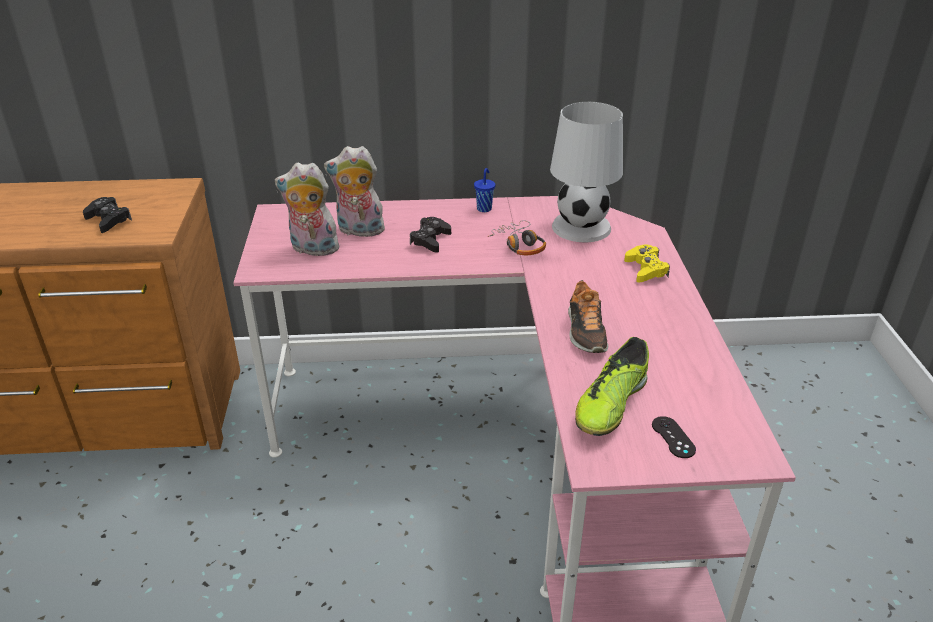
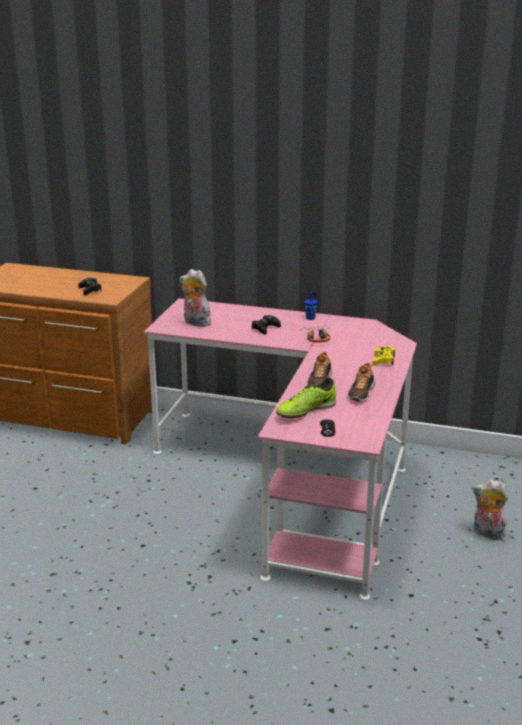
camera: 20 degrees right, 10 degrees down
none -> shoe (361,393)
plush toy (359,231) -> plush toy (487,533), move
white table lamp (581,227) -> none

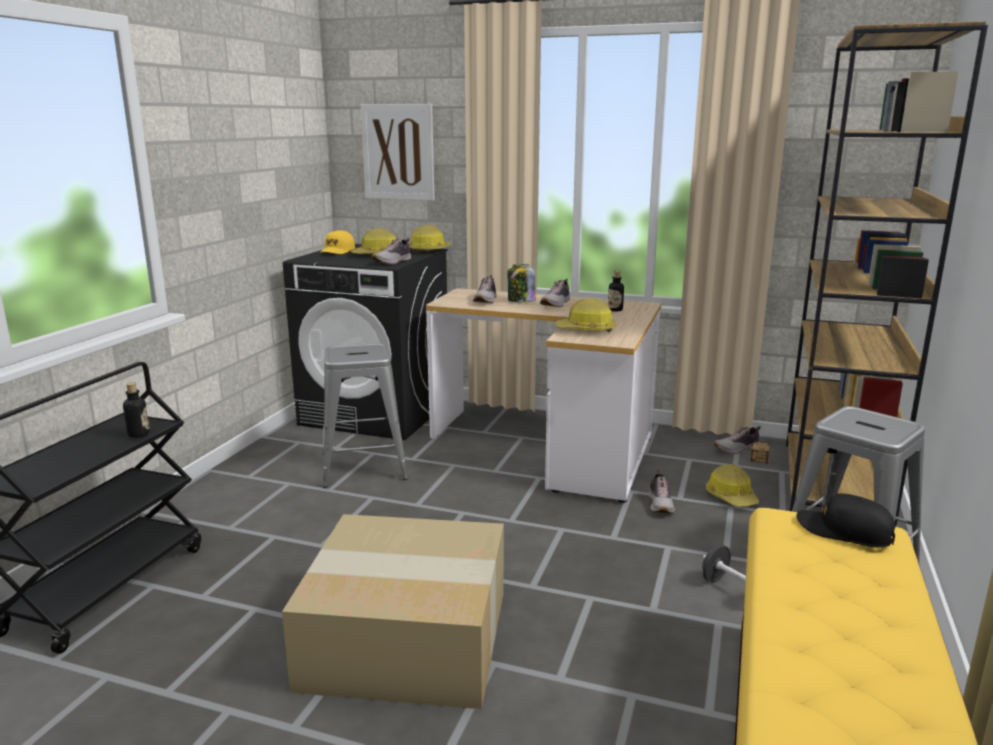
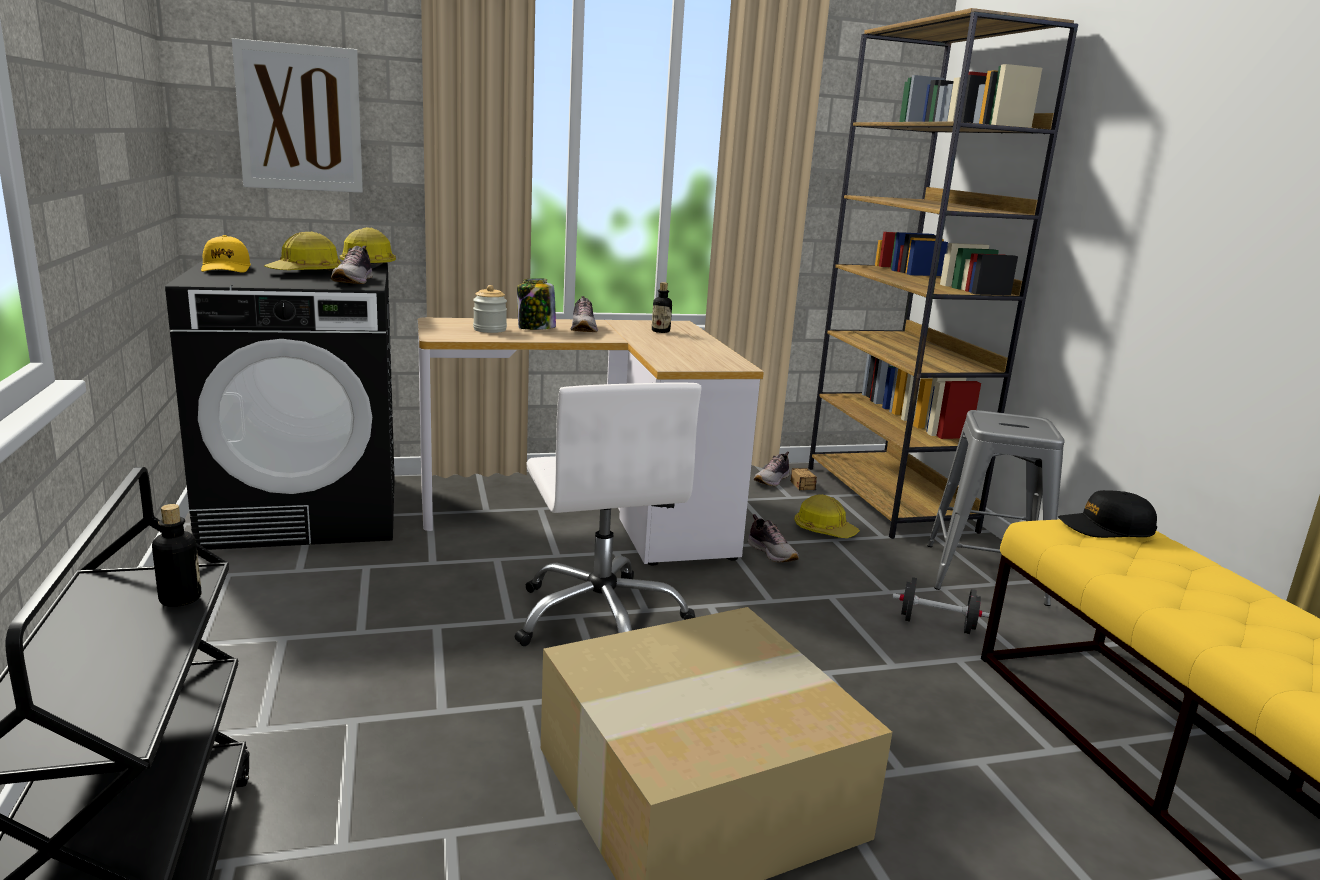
camera: 35 degrees left, 0 degrees up
shoe (486,300) -> jar (490,330)
none -> white office chair (601,618)
grey stool (363,466) -> none
hard hat (586,330) -> none

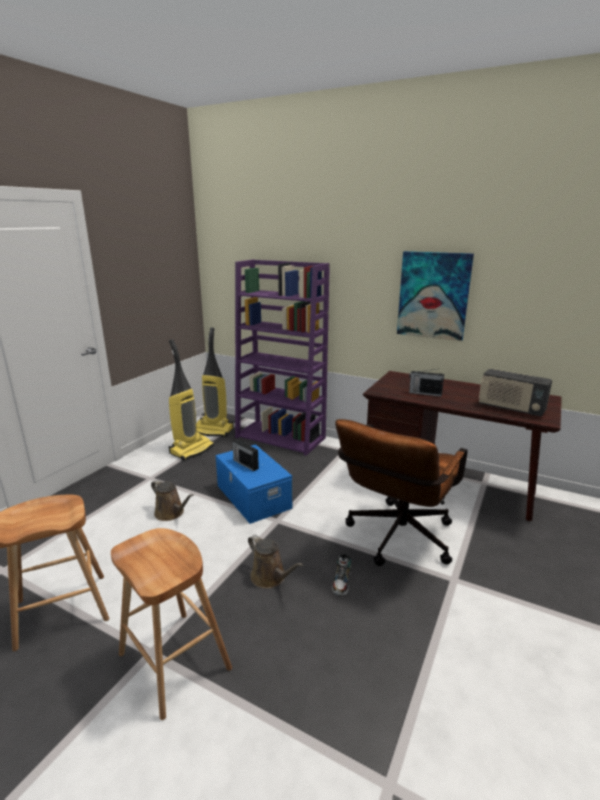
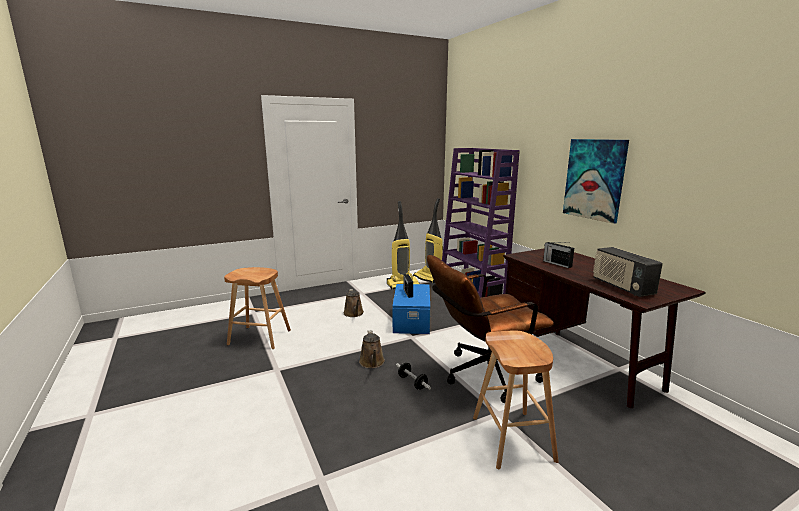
camera: 35 degrees right, 5 degrees down
shoe (342,583) -> dumbbell (412,382)
brown stool (174,661) -> brown stool (512,438), move

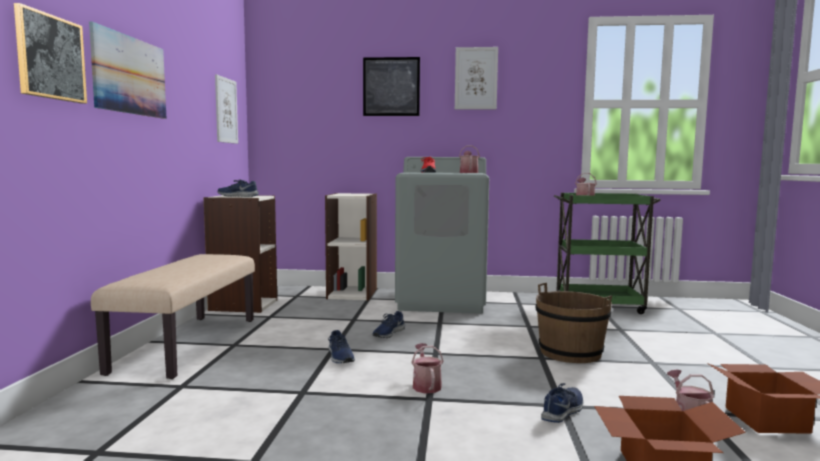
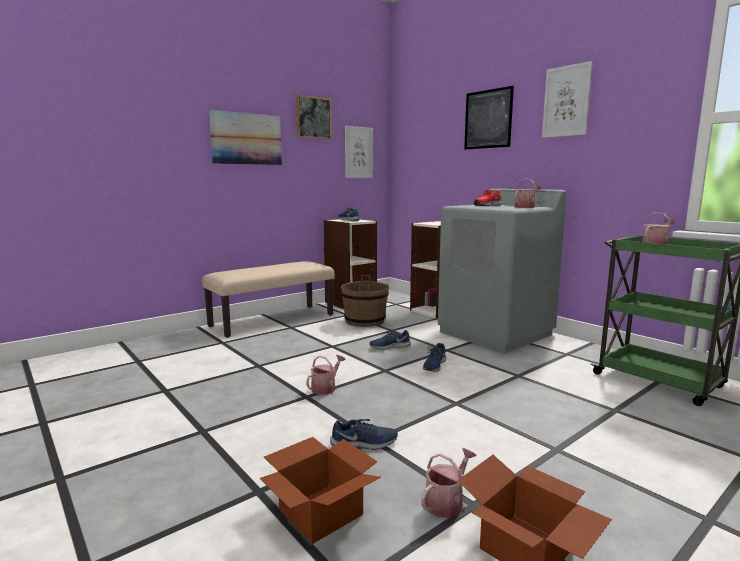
camera: 45 degrees right, 5 degrees up
picture (50,57) -> picture (313,118), move
brown bucket (570,352) -> brown bucket (365,321), move
blue shoe (340,357) -> blue shoe (434,365), move

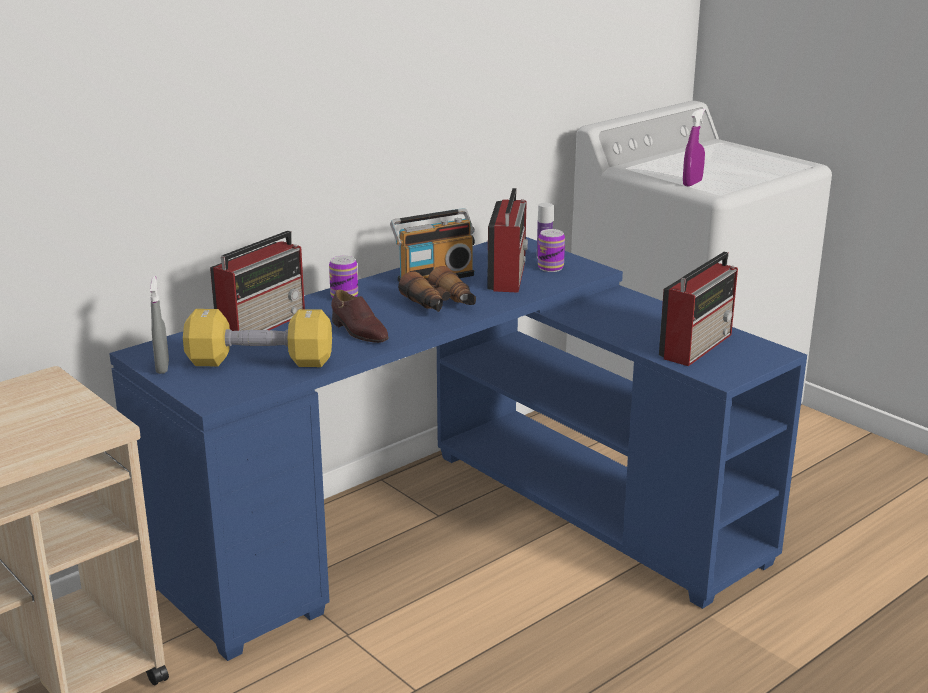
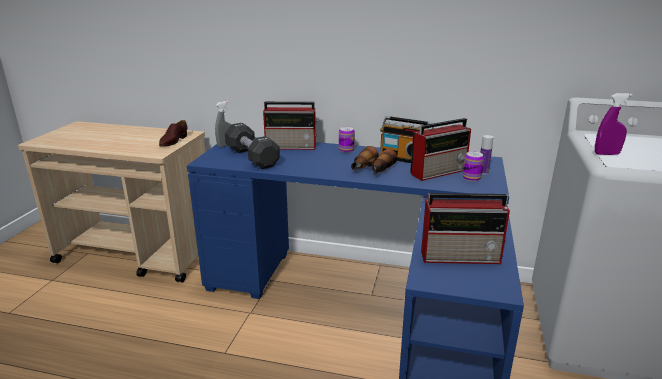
camera: 55 degrees right, 0 degrees up
brown shoe (359,332) -> brown shoe (173,141), move
yellow dumbbell (260,362) -> black dumbbell (252,157)

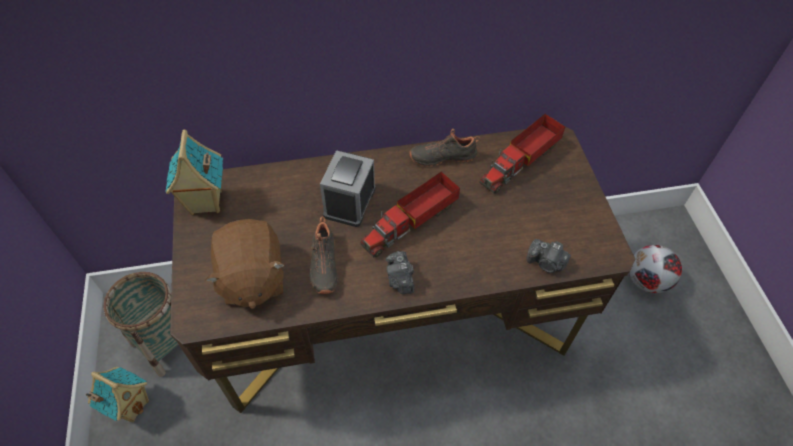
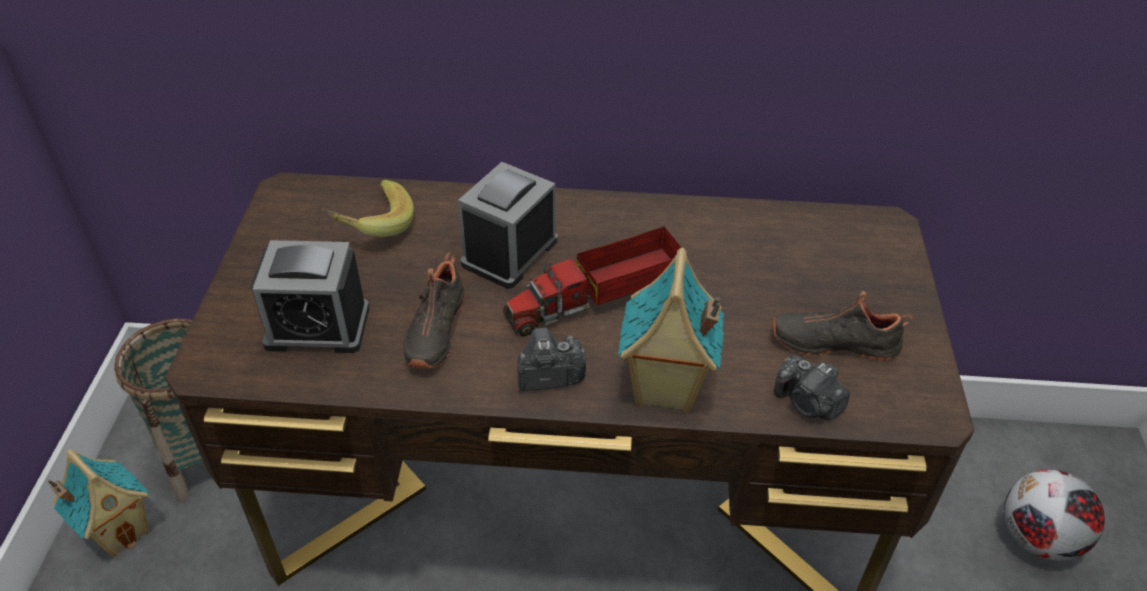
camera: 15 degrees right, 10 degrees down
brown plush toy (252,278) -> alarm clock (317,326)
none -> banana (370,225)
photo camera (400,279) -> photo camera (548,376), 75 degrees clockwise
toy house (205,203) -> toy house (664,390), move
black shoe (442,156) -> black shoe (833,341), move
toy truck (521,161) -> none

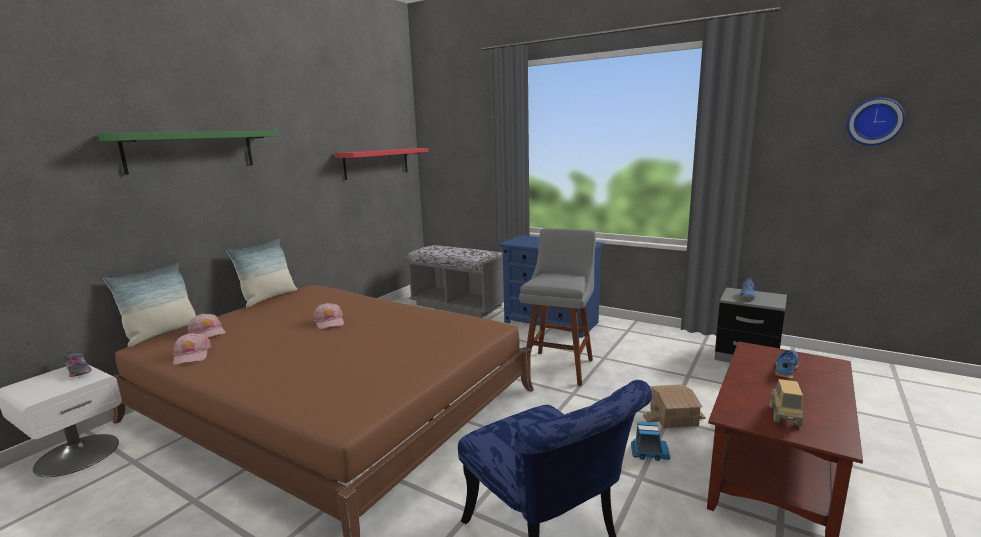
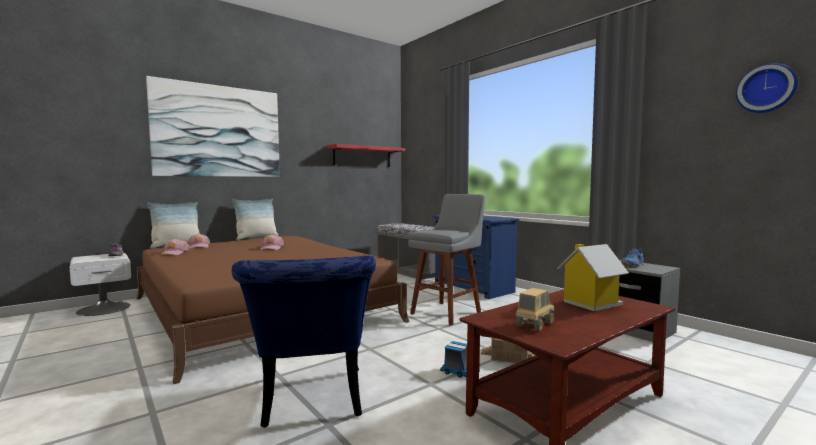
camera: 20 degrees right, 10 degrees down
green shelf (191,151) -> picture (218,131)
blue shoe (785,369) -> toy house (590,303)

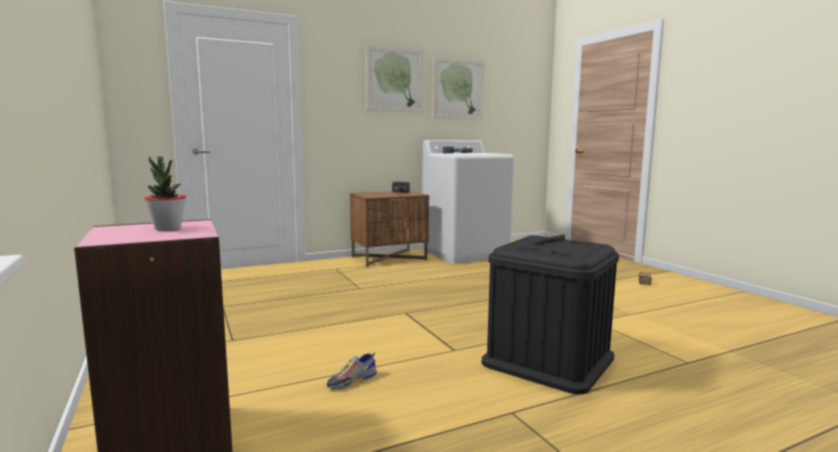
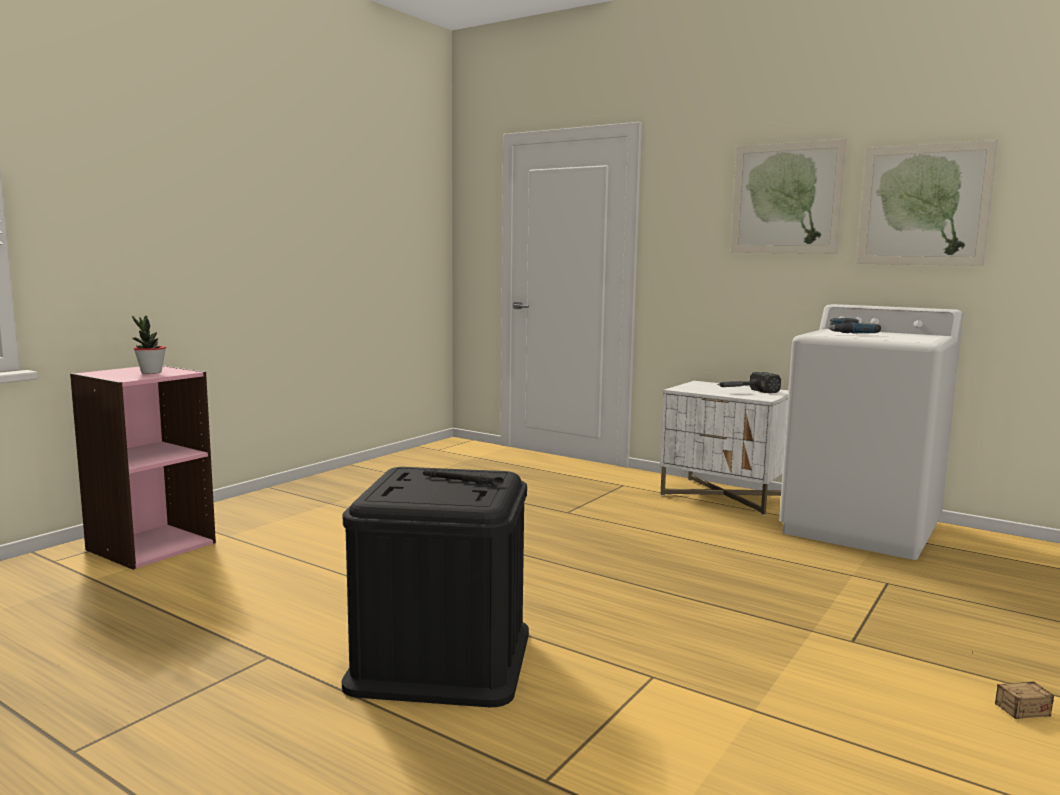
camera: 60 degrees right, 0 degrees up
brown nightstand (389,258) -> white nightstand (725,496)
shoe (352,381) -> none

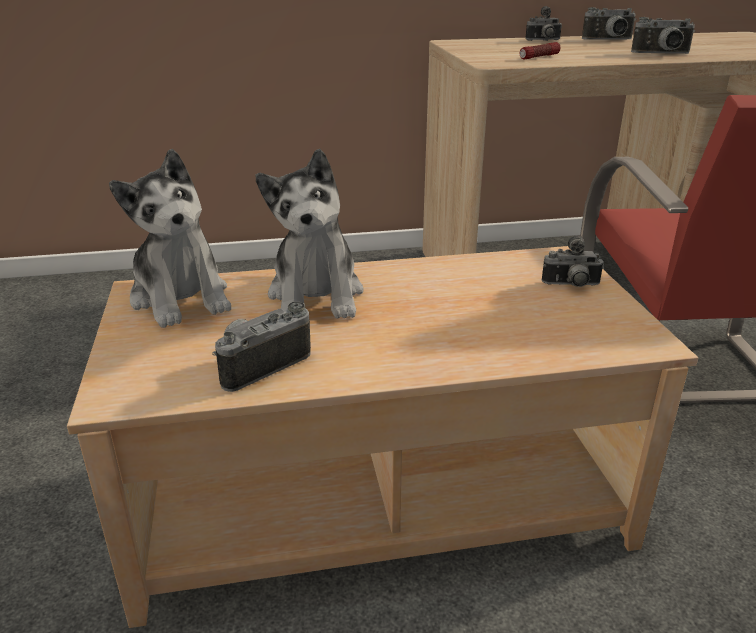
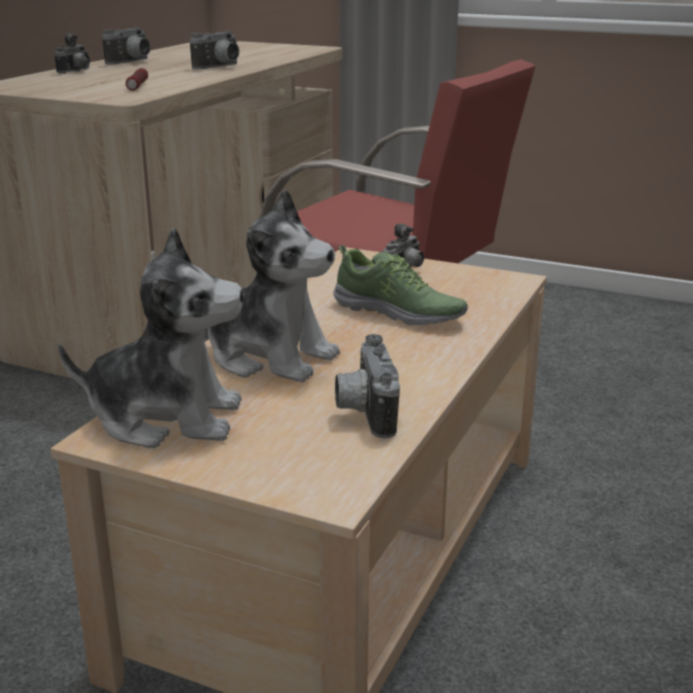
camera: 55 degrees left, 5 degrees down
none -> shoe (399,313)

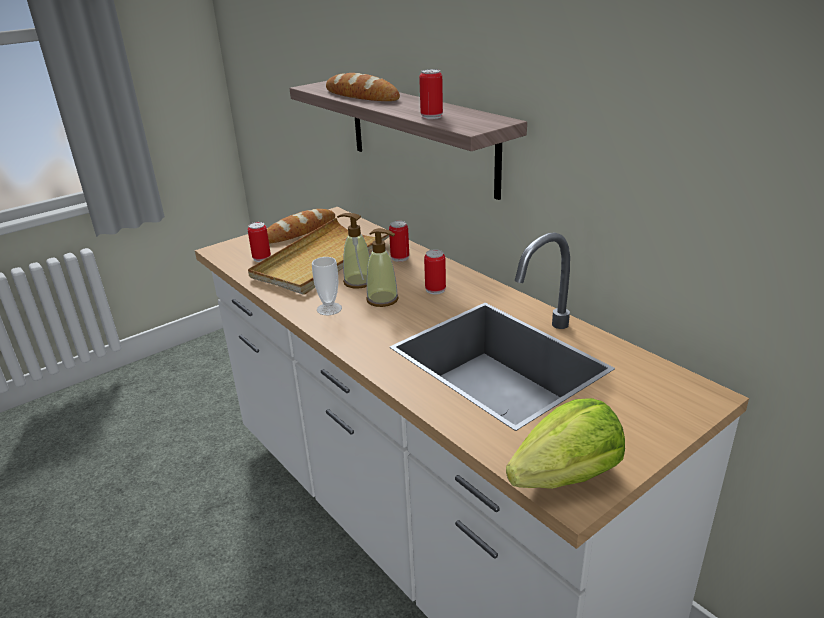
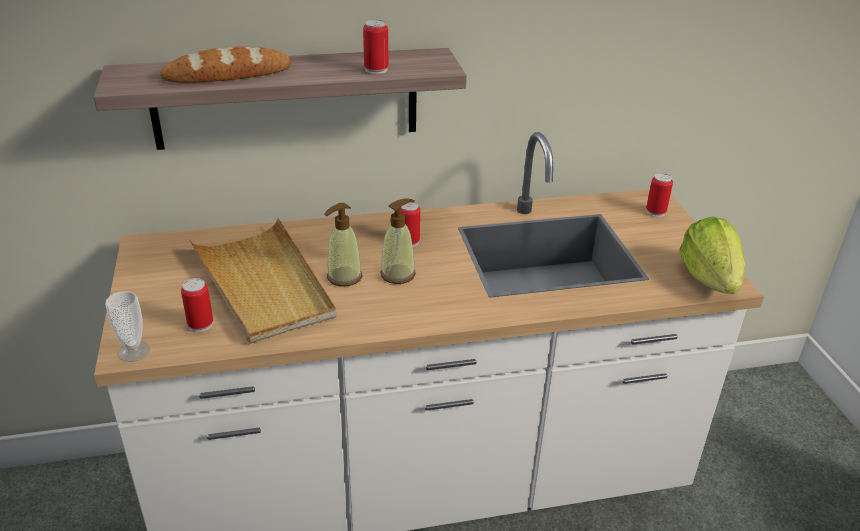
camera: 65 degrees left, 5 degrees up
cup (329,309) -> cup (134,351), move
can (400,257) -> can (655,212), move
bread (299,231) -> none

